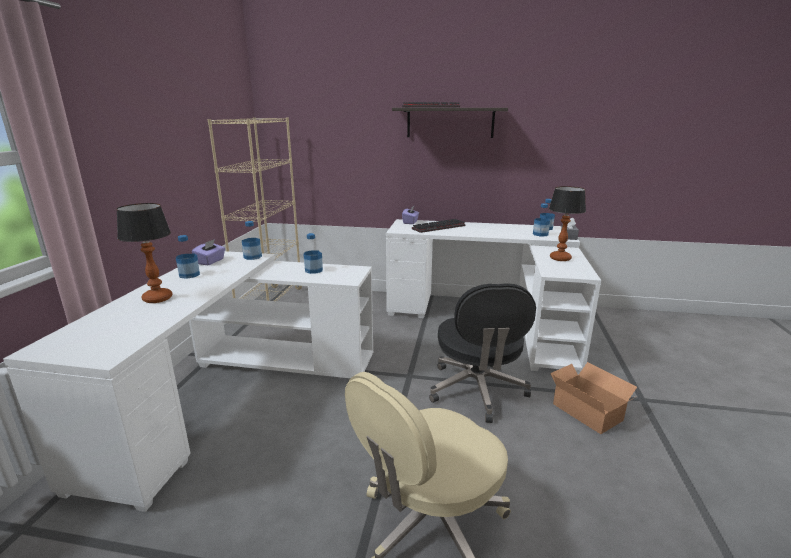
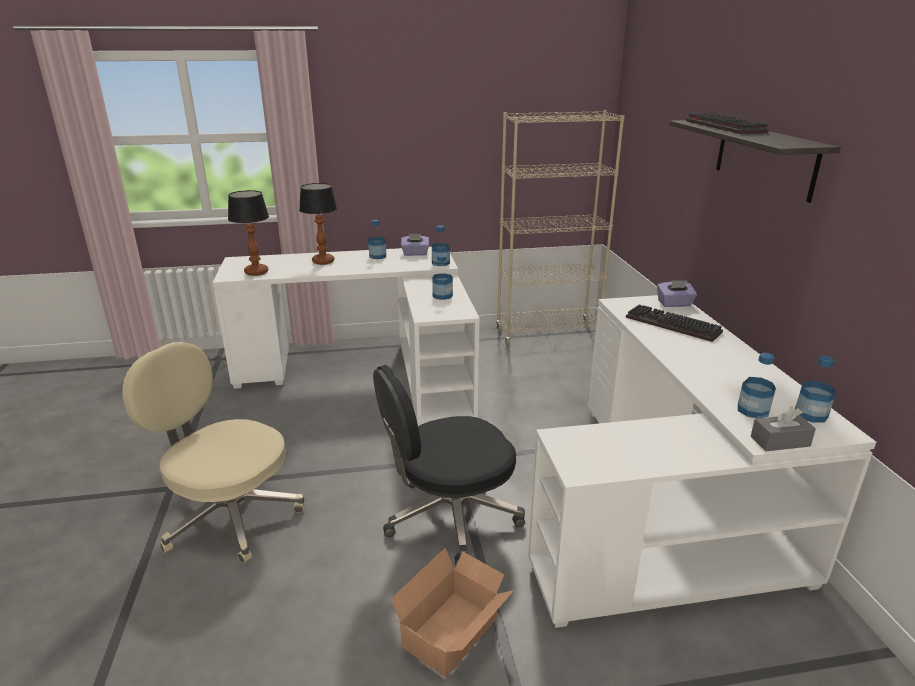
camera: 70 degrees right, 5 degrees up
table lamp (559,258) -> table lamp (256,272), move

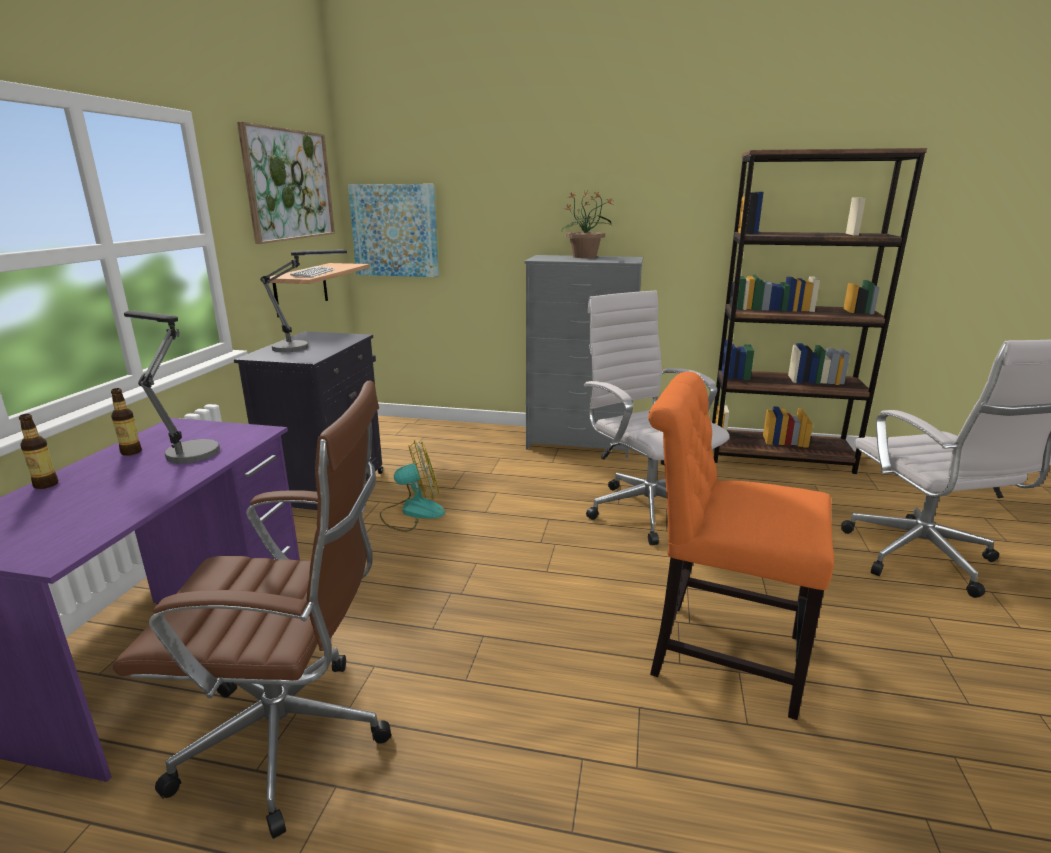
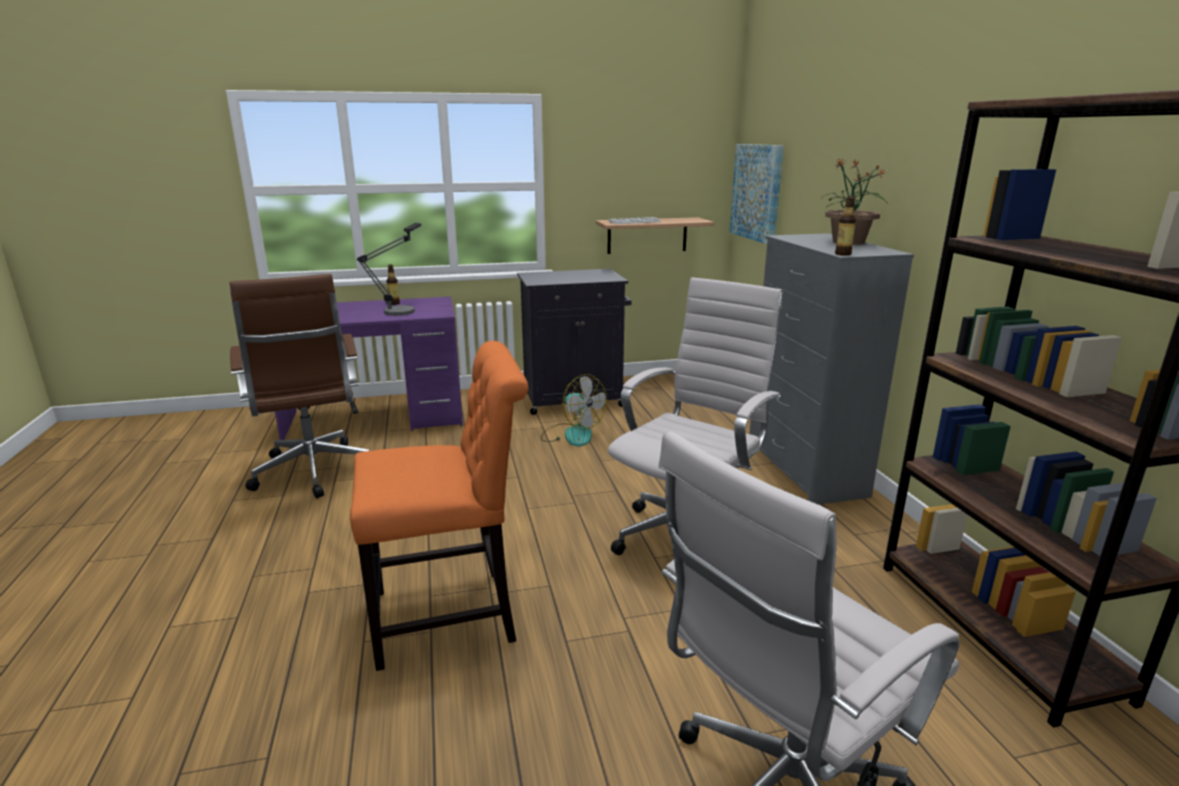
camera: 65 degrees right, 0 degrees up
orange chair (717,653) -> orange chair (452,615), 75 degrees clockwise
bottle (46,484) -> bottle (843,254), move
picture (289,185) -> none
table lamp (302,347) -> none

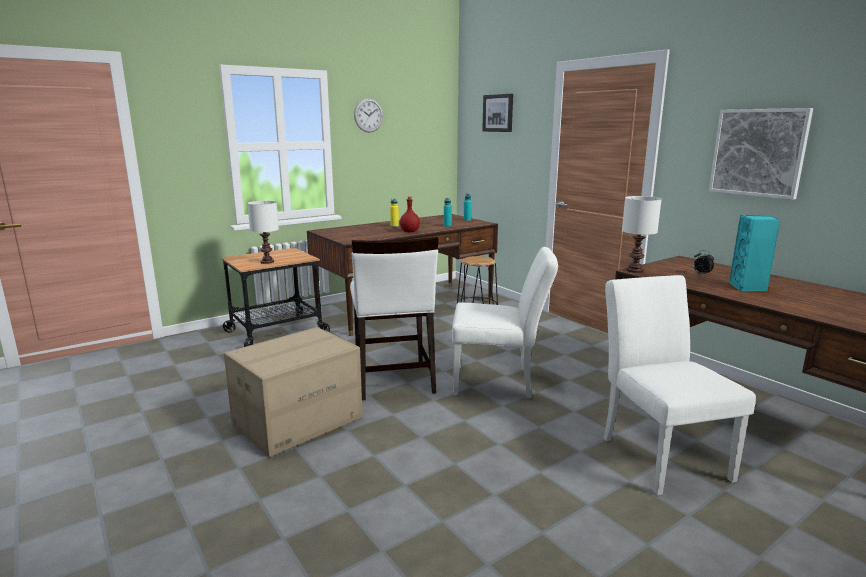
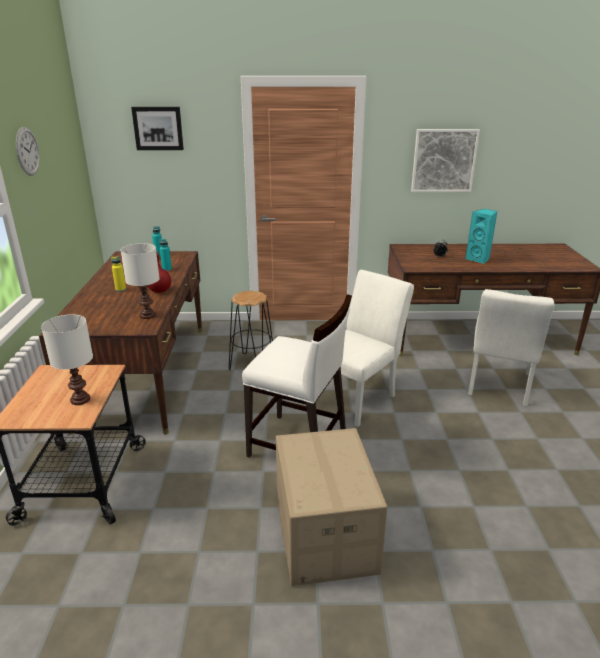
camera: 55 degrees left, 10 degrees up
white table lamp (634,270) -> white table lamp (147,315), move
white chair (658,453) -> white chair (498,387), 90 degrees counterclockwise

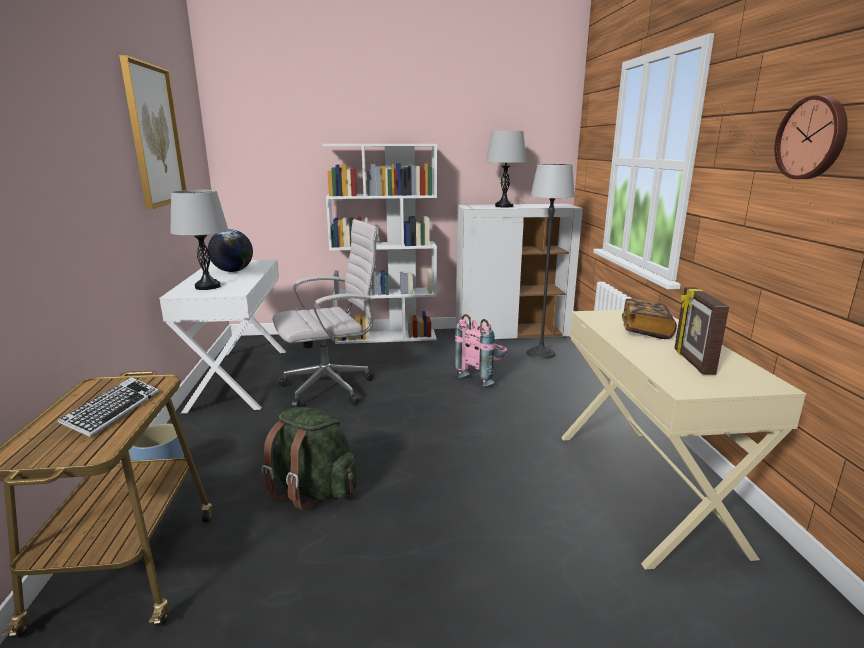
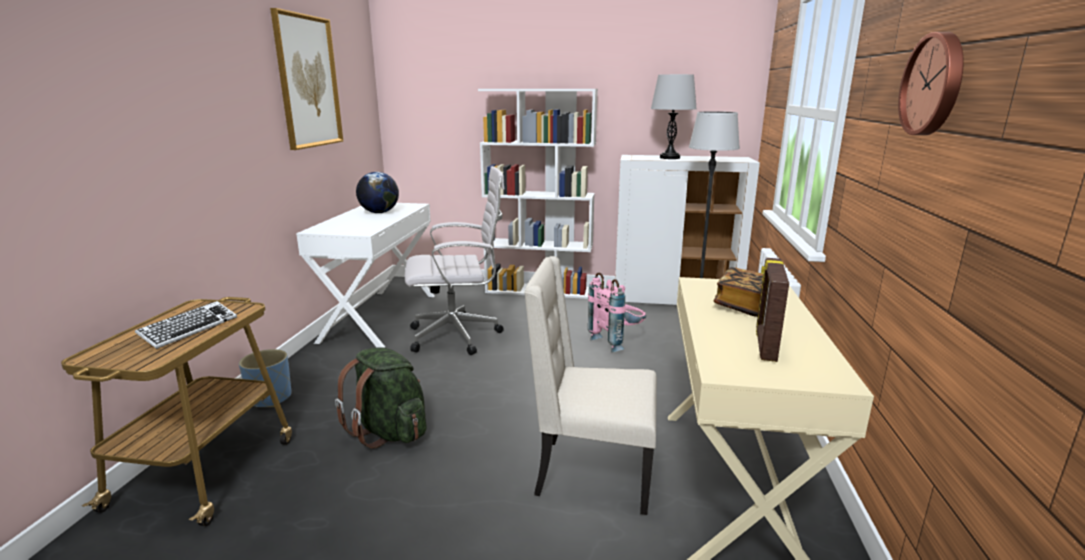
camera: 15 degrees right, 0 degrees up
none -> beige chair (591,473)
grey table lamp (208,287) -> none

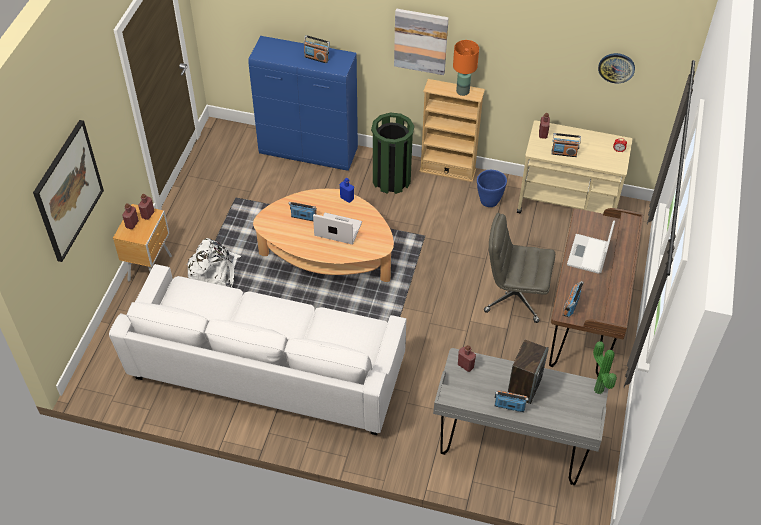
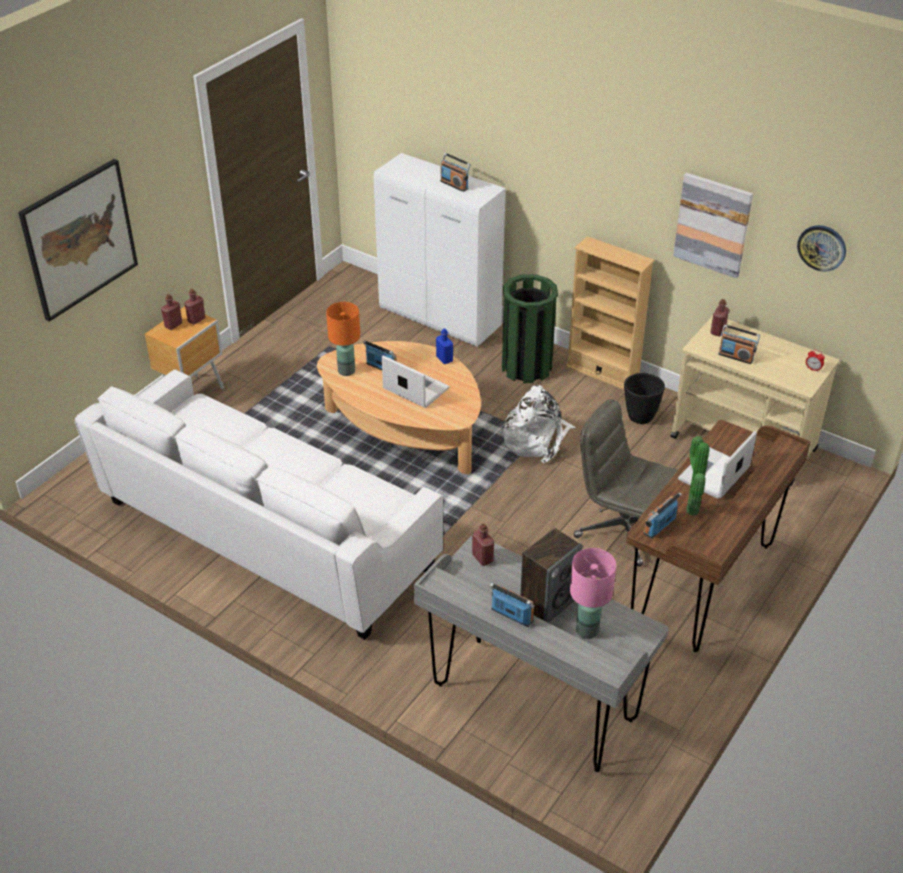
camera: 20 degrees right, 10 degrees down
orange table lamp (462,91) -> orange table lamp (346,370), move
blue cabinet (309,152) -> white cabinet (440,319)
white backpack (214,274) -> white backpack (536,439), move
none -> pink table lamp (587,630)
blue planter (489,201) -> black planter (640,417)
picture (421,41) -> picture (713,224), move
potted plant (597,390) -> potted plant (690,511), move

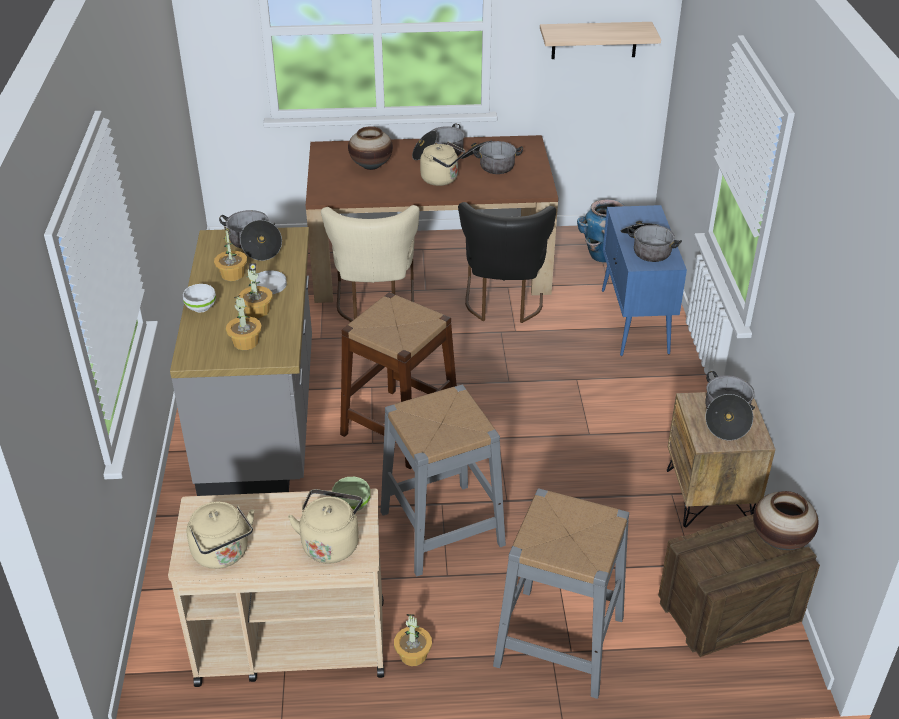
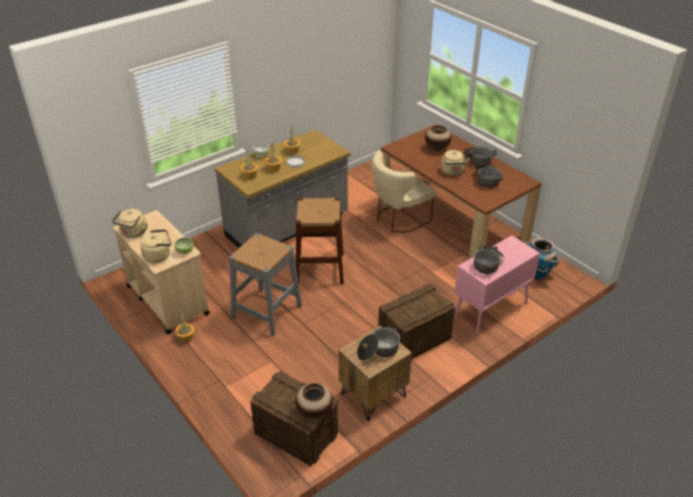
camera: 55 degrees right, 0 degrees up
none -> crate (414,339)
blue cabinet (635,322) -> pink cabinet (490,310)
cooking pot (254,244) -> none
black chair (503,302) -> none
grey stool (559,641) -> none
shelf (594,40) -> none

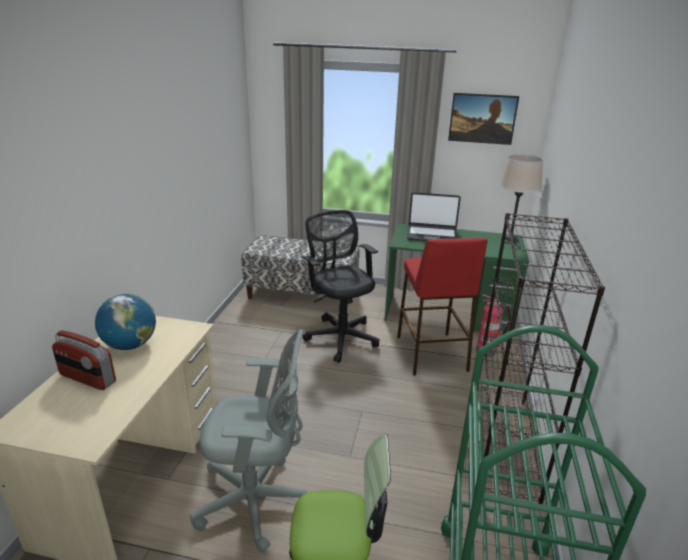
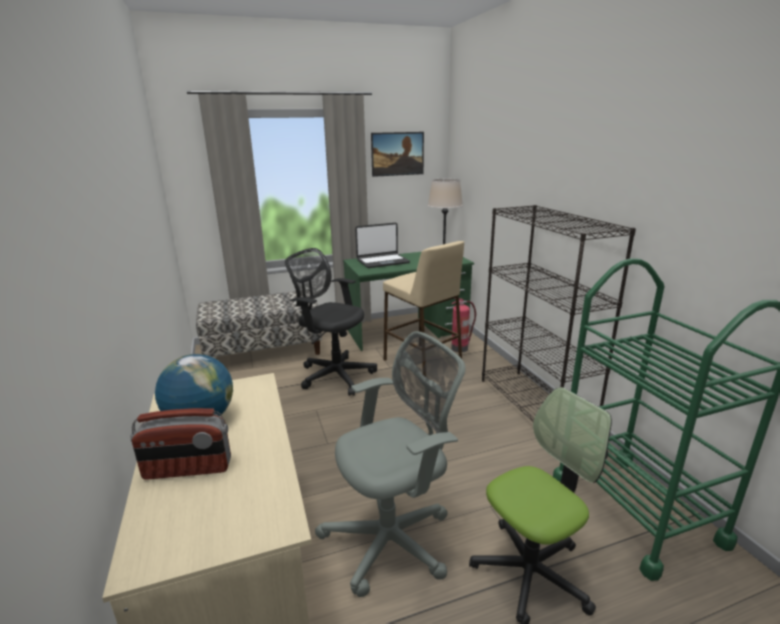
camera: 30 degrees left, 5 degrees down
red stool (431,353) -> beige stool (422,363)

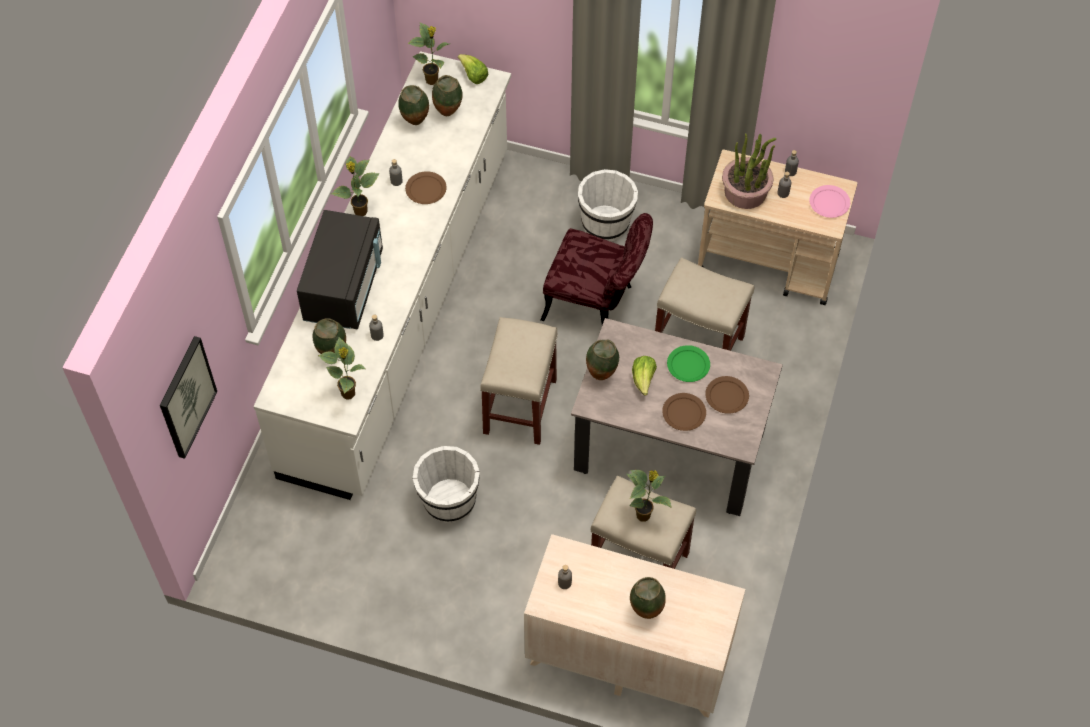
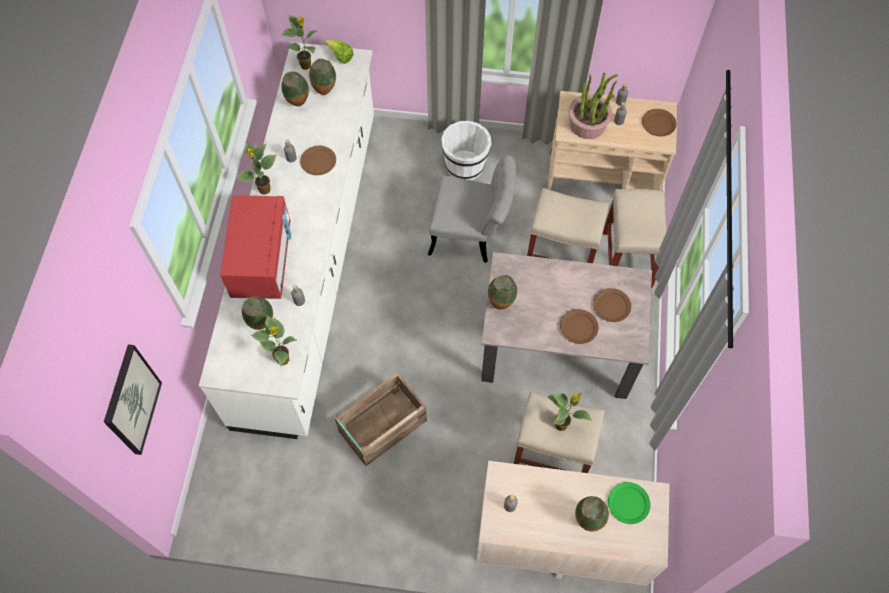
camera: 10 degrees left, 5 degrees up
black microwave (344,287) -> red microwave (262,260)
white bucket (448,502) -> crate (381,426)
red chair (597,305) -> grey chair (471,235)
beige stool (520,405) -> beige stool (626,258), move
green plate (688,365) -> green plate (628,503), move
pink plate (829,203) -> brown plate (658,124)
lettuce (643,380) -> none

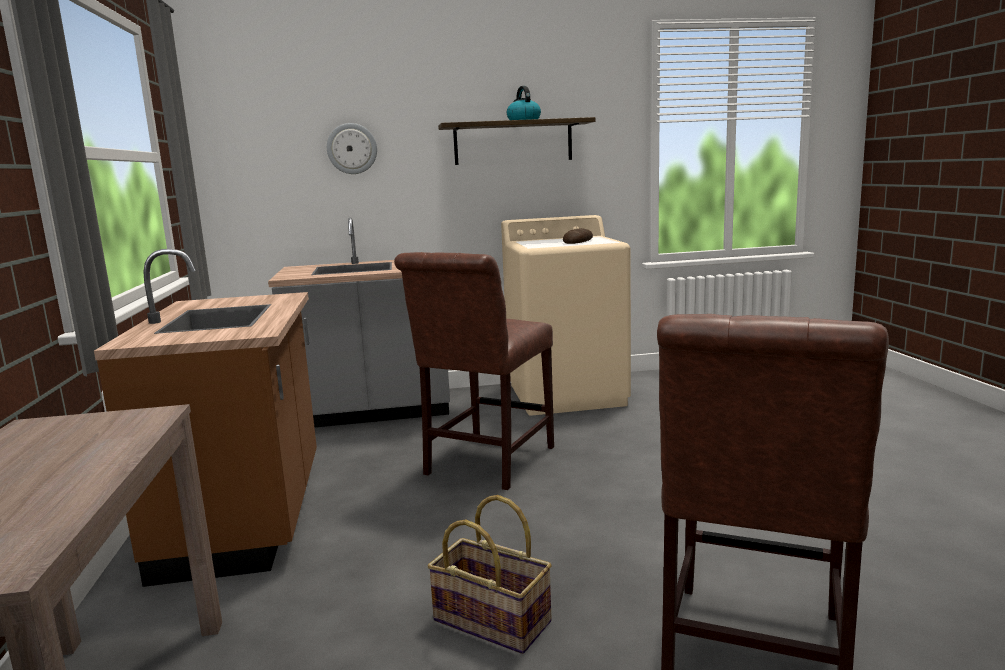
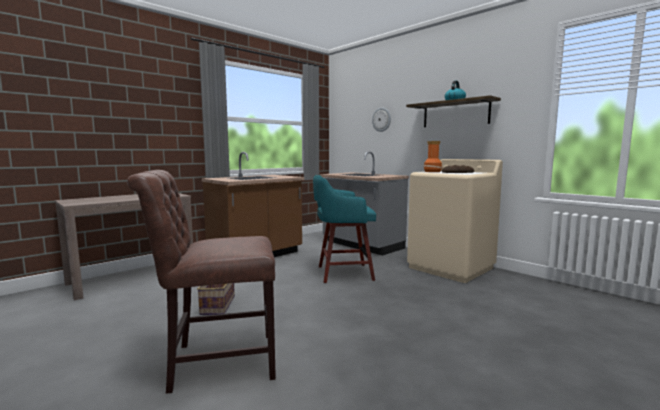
camera: 55 degrees right, 5 degrees down
brown chair (485,463) -> turquoise stool (342,273)
none -> vase (432,171)

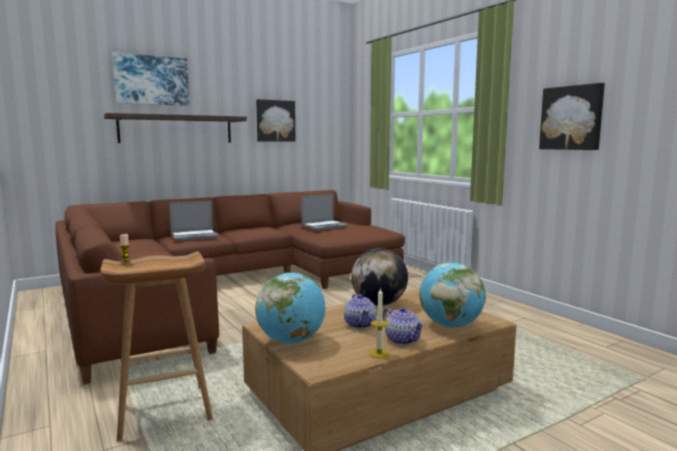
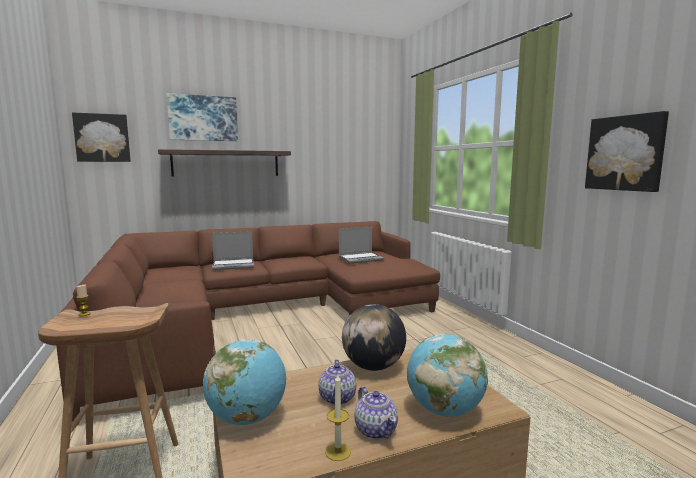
camera: 10 degrees right, 0 degrees up
picture (275,121) -> picture (102,138), move

